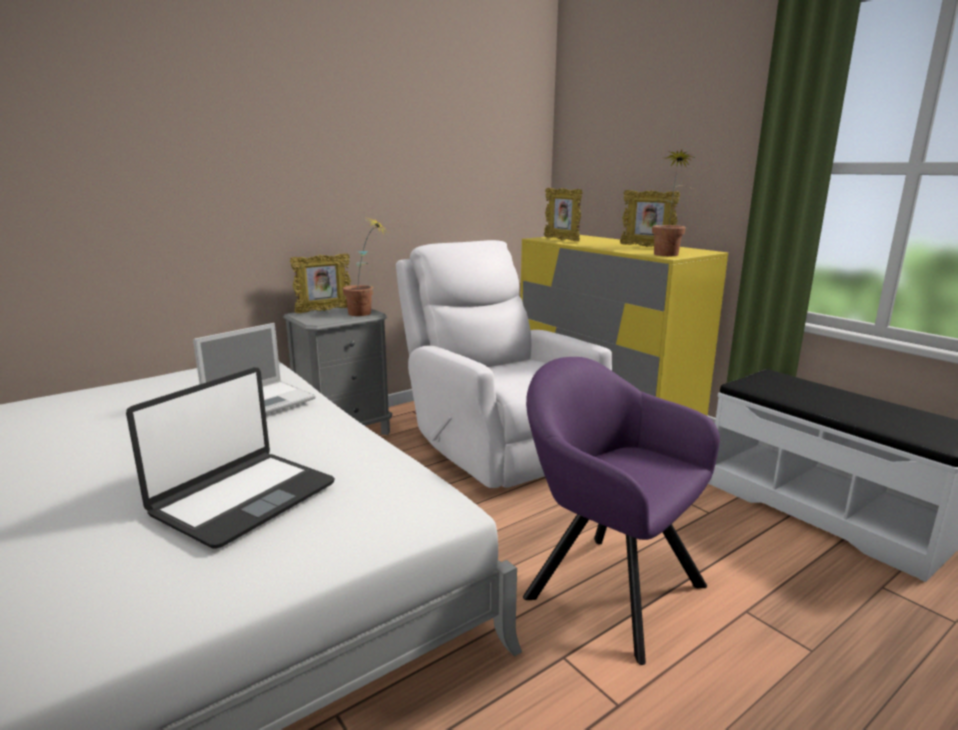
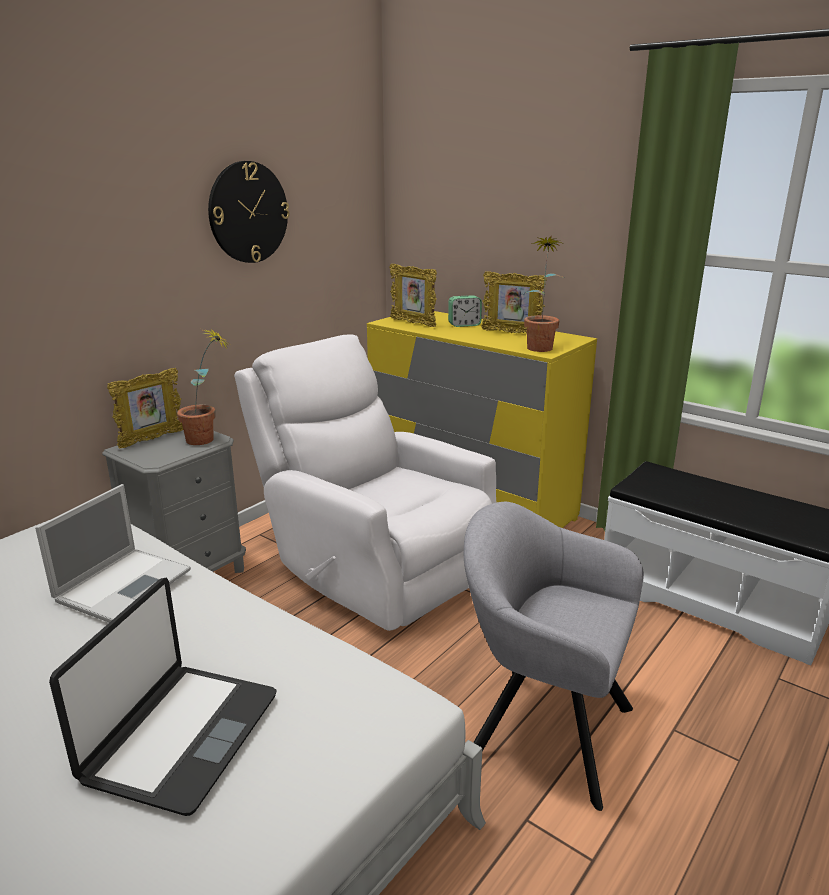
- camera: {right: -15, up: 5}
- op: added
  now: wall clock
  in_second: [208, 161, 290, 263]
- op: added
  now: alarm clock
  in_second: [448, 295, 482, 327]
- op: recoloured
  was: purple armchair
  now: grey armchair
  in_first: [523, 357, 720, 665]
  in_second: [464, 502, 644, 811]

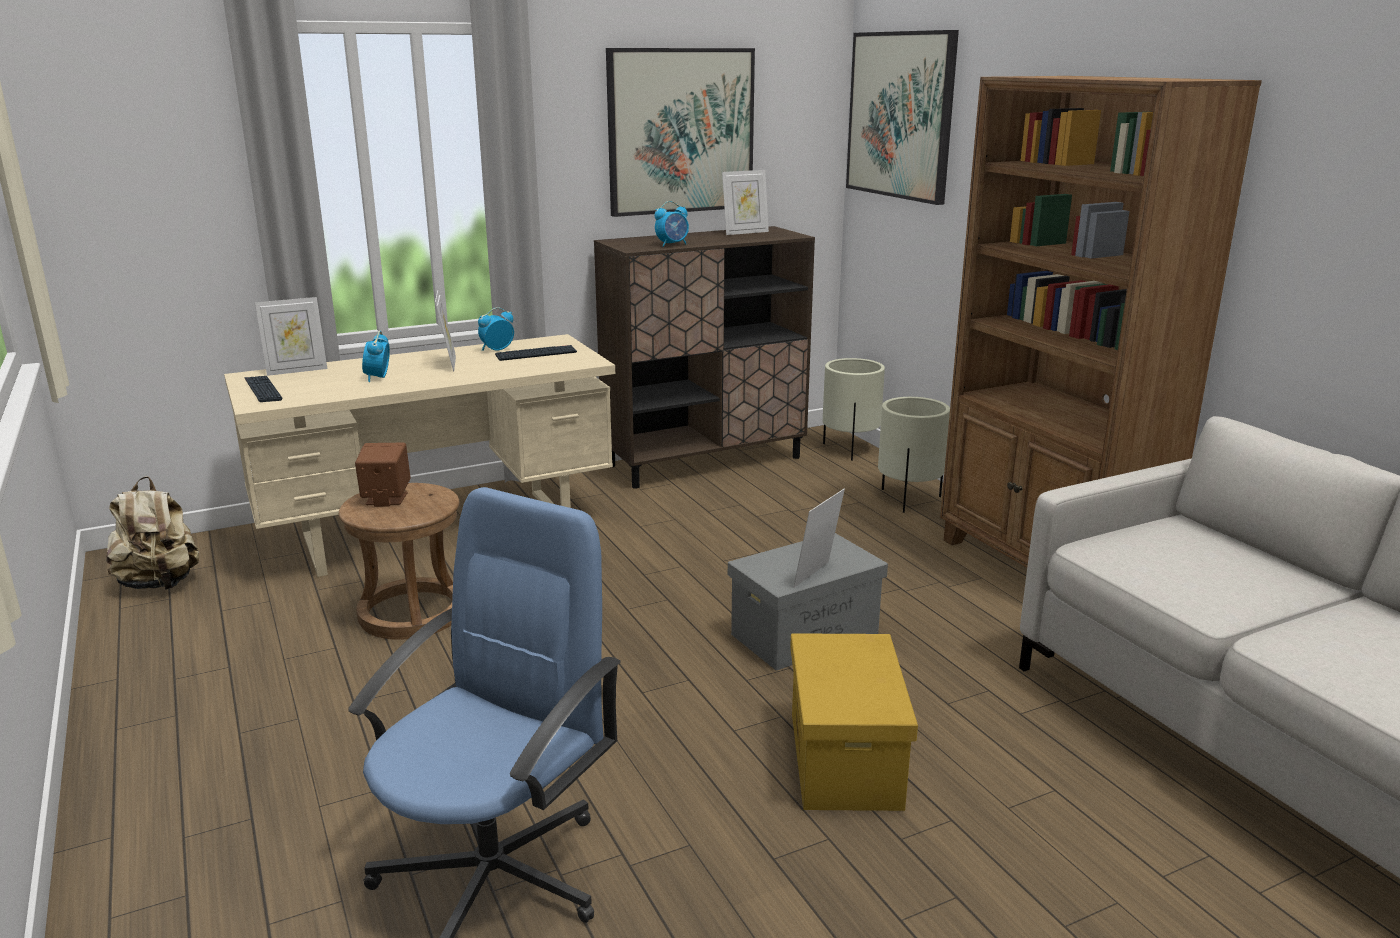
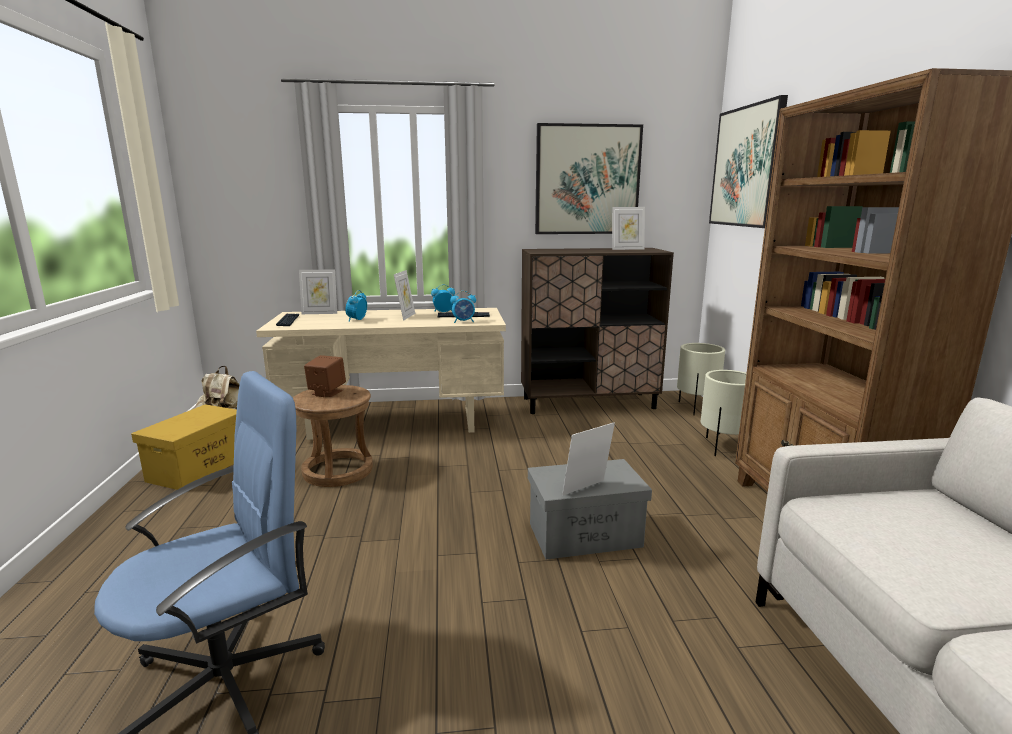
- camera: {right: 20, up: -5}
- op: moved
  was: alarm clock
  in_first: [655, 201, 689, 247]
  in_second: [450, 291, 476, 323]
- op: moved
  was: yellow storage box
  in_first: [790, 633, 918, 811]
  in_second: [131, 404, 237, 490]

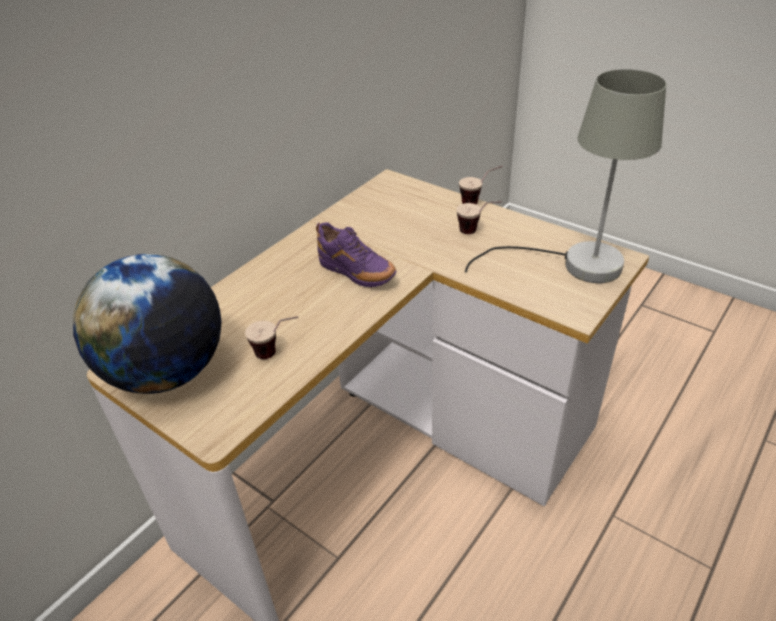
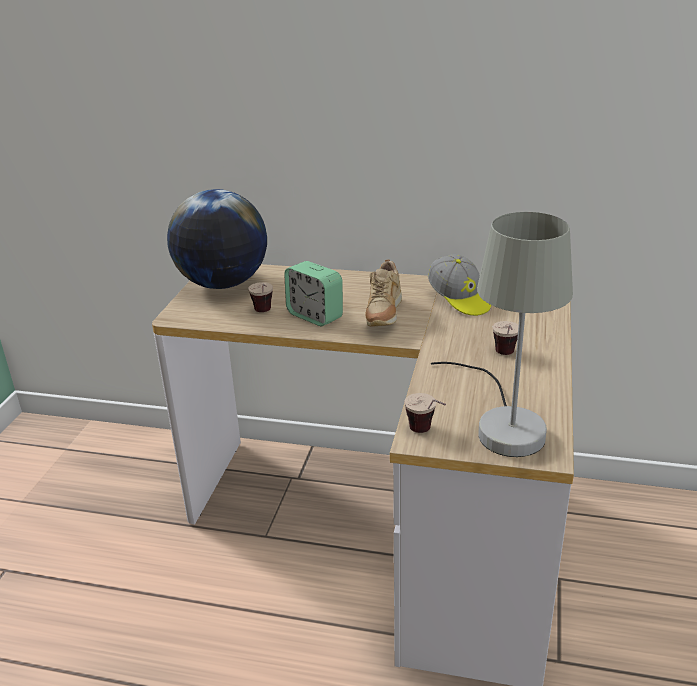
- camera: {right: 65, up: -10}
- op: added
  now: alarm clock
  in_second: [284, 261, 343, 326]
- op: added
  now: cap
  in_second: [428, 254, 491, 316]
- op: moved
  was: cup
  in_first: [459, 165, 503, 205]
  in_second: [404, 393, 446, 433]
- op: recoloured
  was: purple shoe
  now: beige shoe
  in_first: [316, 222, 396, 287]
  in_second: [365, 259, 402, 327]

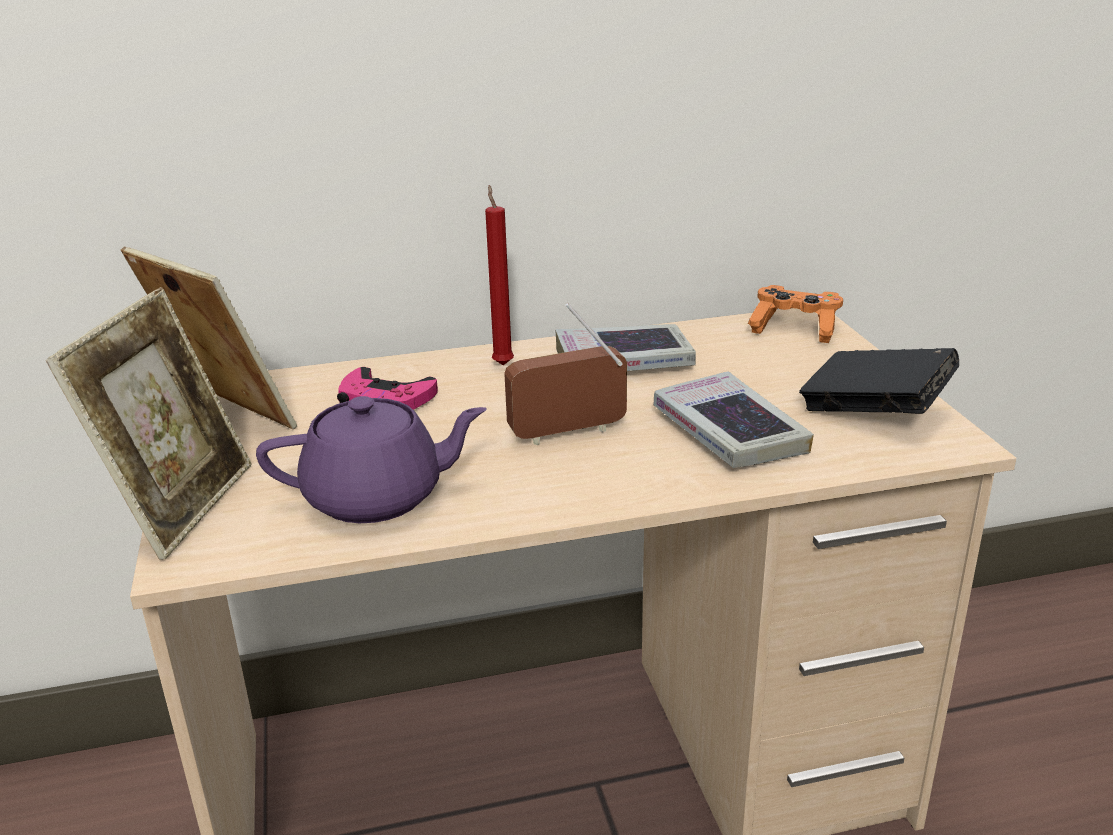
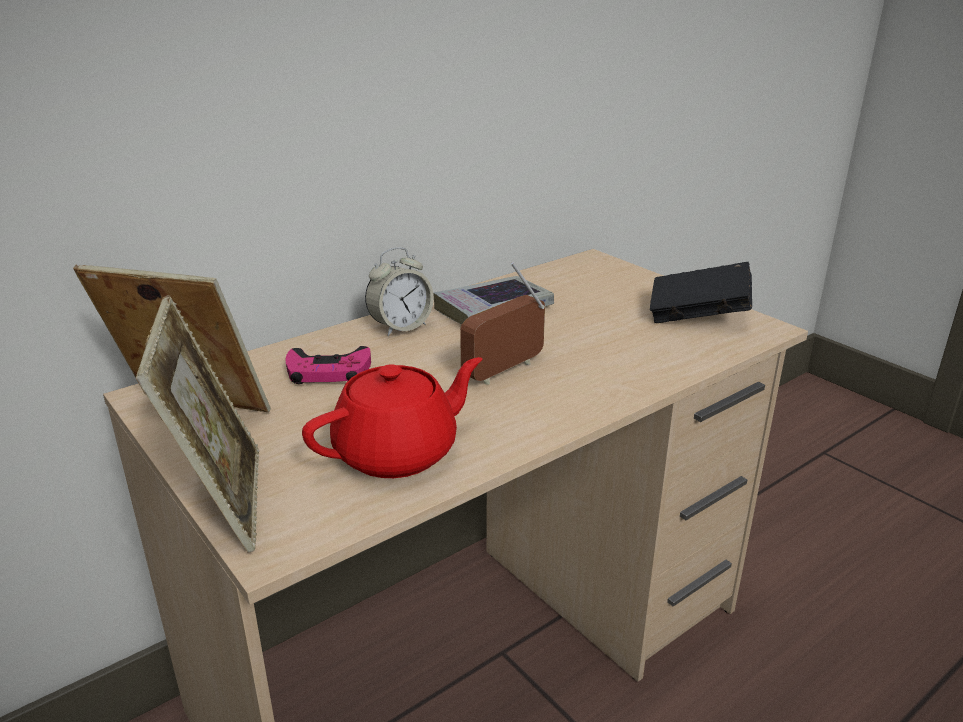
- camera: {right: -25, up: 0}
- op: removed
  was: book
  in_first: [653, 371, 814, 468]
- op: removed
  was: orange game controller
  in_first: [748, 285, 843, 343]
- op: replaced
  was: red candle
  now: alarm clock
  in_first: [485, 185, 514, 365]
  in_second: [365, 247, 434, 336]
- op: recoloured
  was: purple teapot
  now: red teapot
  in_first: [256, 396, 487, 523]
  in_second: [302, 357, 483, 478]

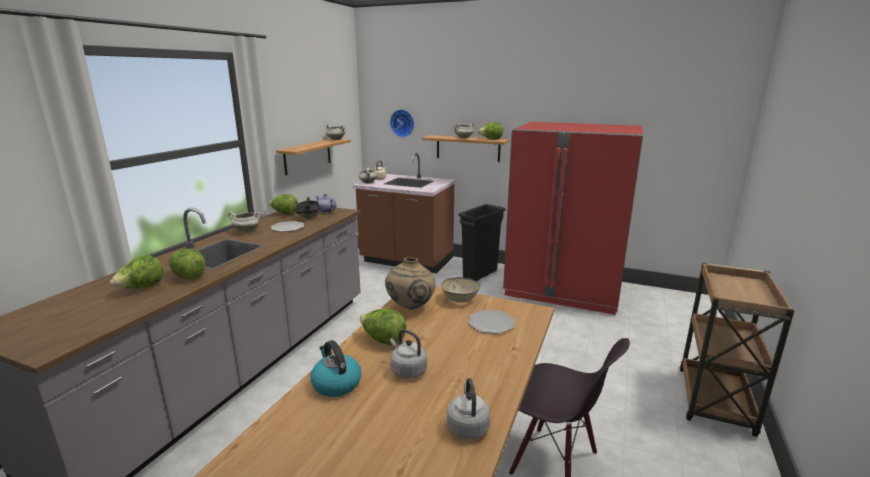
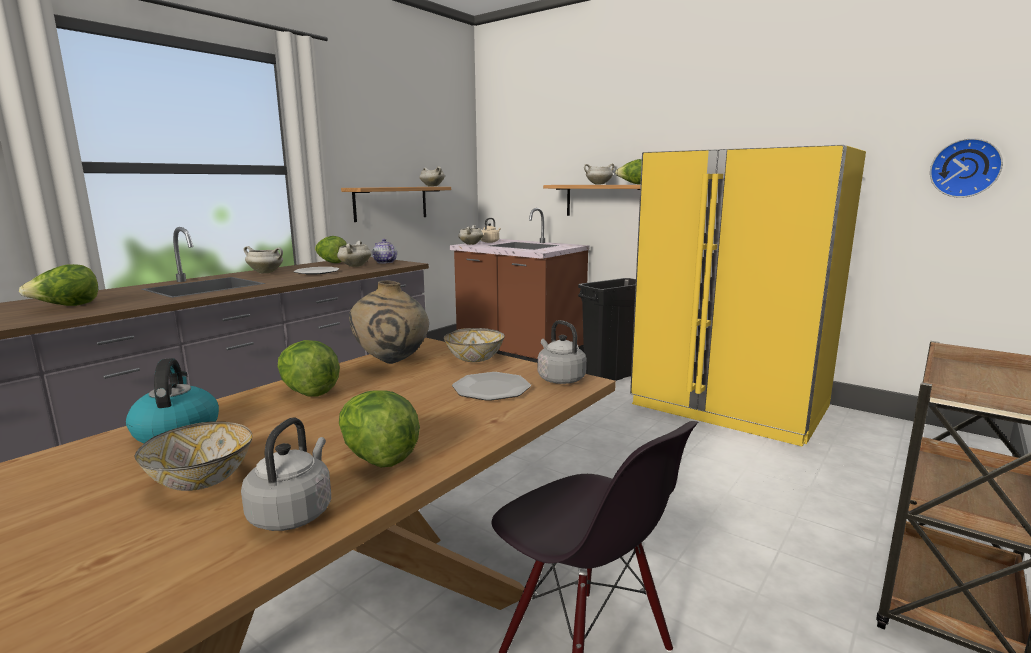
- camera: {right: 15, up: -5}
- op: added
  now: bowl
  in_second: [134, 421, 252, 491]
- op: moved
  was: lettuce
  in_first: [169, 249, 206, 279]
  in_second: [339, 391, 420, 467]
- op: moved
  was: wall clock
  in_first: [390, 109, 414, 137]
  in_second: [930, 138, 1003, 198]
- op: moved
  was: grey kettle
  in_first: [390, 329, 427, 379]
  in_second: [537, 320, 586, 384]
- op: recoloured
  was: black cooking pot
  now: white cooking pot
  in_first: [295, 197, 321, 219]
  in_second: [337, 241, 371, 267]
- op: recoloured
  was: red fridge
  now: yellow fridge
  in_first: [503, 122, 643, 315]
  in_second: [630, 145, 866, 447]

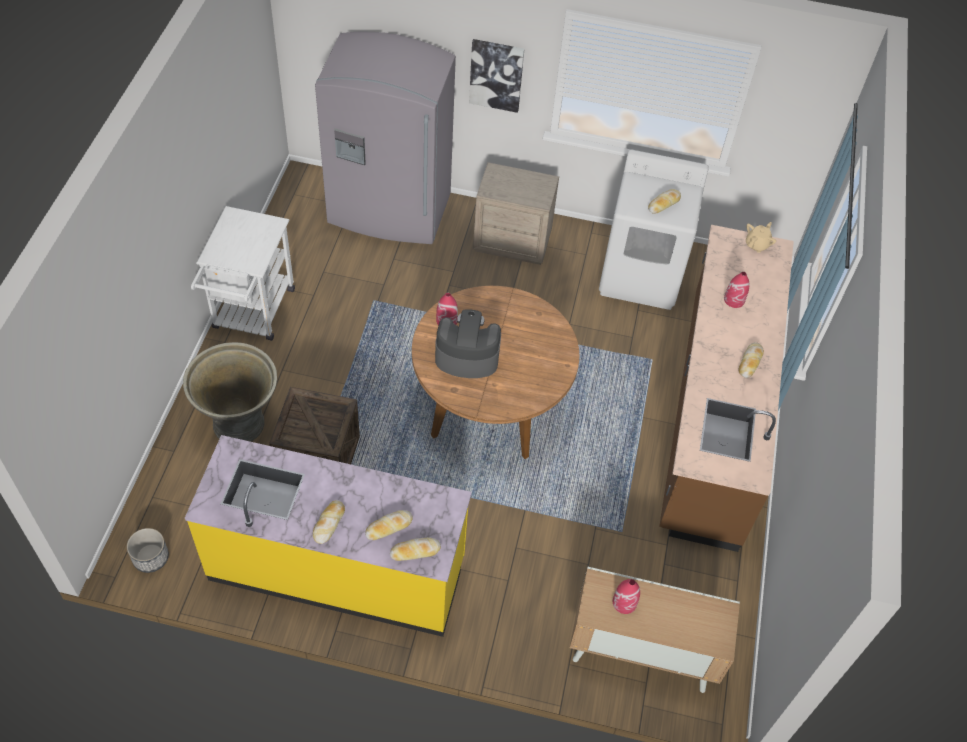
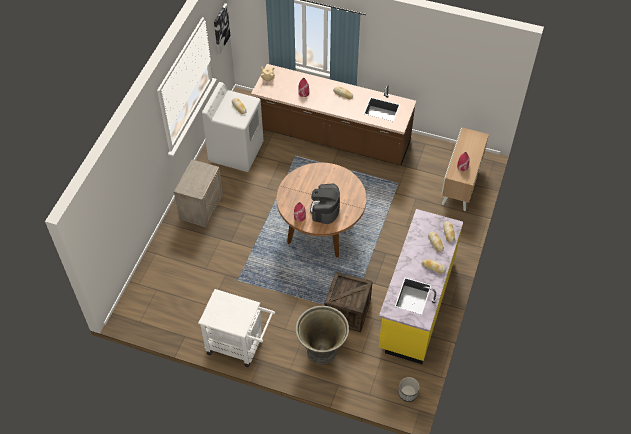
- camera: {right: -80, up: 0}
- op: removed
  was: grey fridge
  in_first: [315, 32, 456, 244]
- op: moved
  was: picture
  in_first: [469, 39, 524, 113]
  in_second: [214, 3, 230, 54]

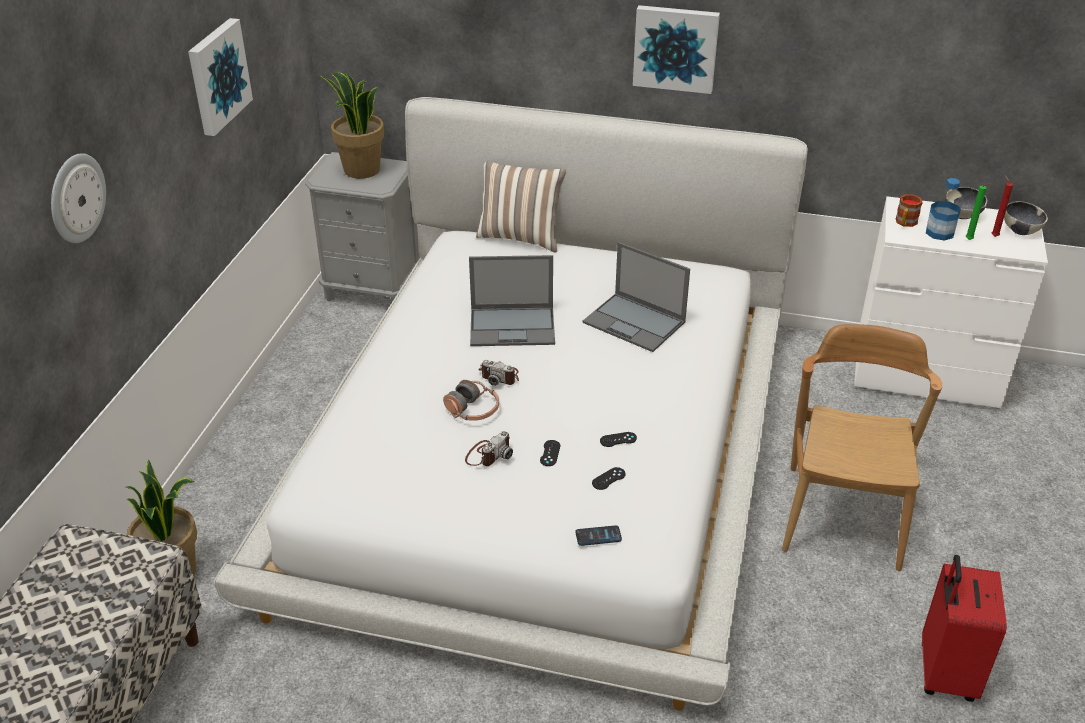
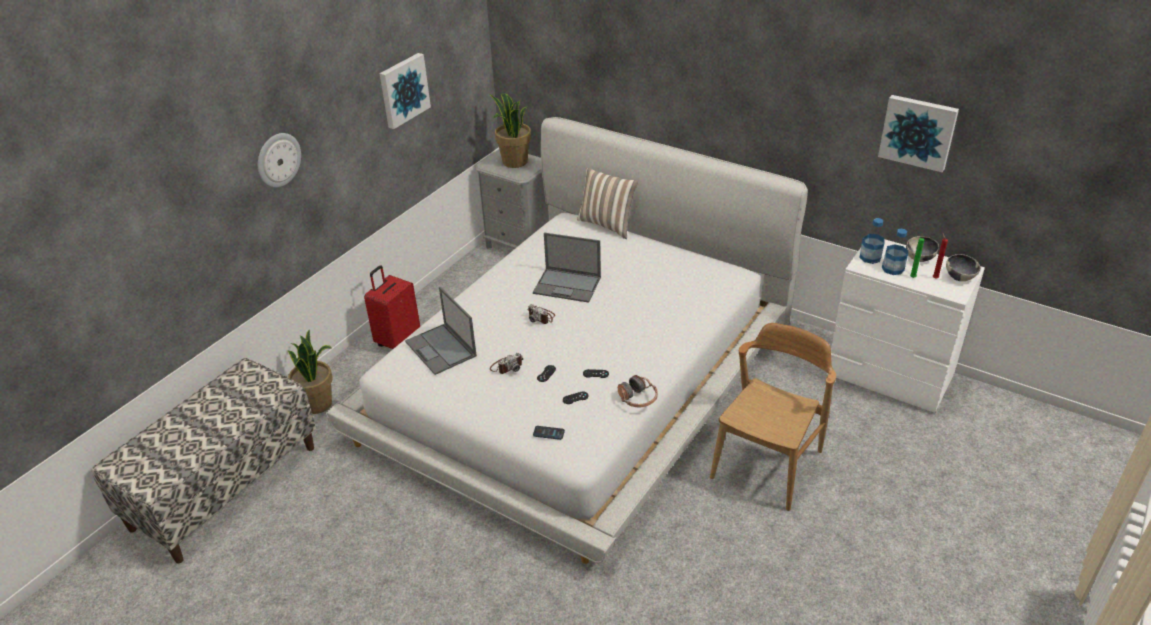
- camera: {right: 20, up: 0}
- op: moved
  was: headphones
  in_first: [443, 380, 499, 421]
  in_second: [618, 375, 658, 407]
- op: moved
  was: laptop
  in_first: [583, 242, 690, 352]
  in_second: [405, 287, 477, 375]
- op: moved
  was: picture
  in_first: [633, 5, 720, 94]
  in_second: [878, 95, 959, 172]
- op: moved
  was: red suitcase
  in_first: [922, 555, 1007, 702]
  in_second: [364, 265, 420, 349]
- op: replaced
  was: mug
  now: bottle
  in_first: [895, 194, 923, 227]
  in_second: [859, 218, 885, 264]

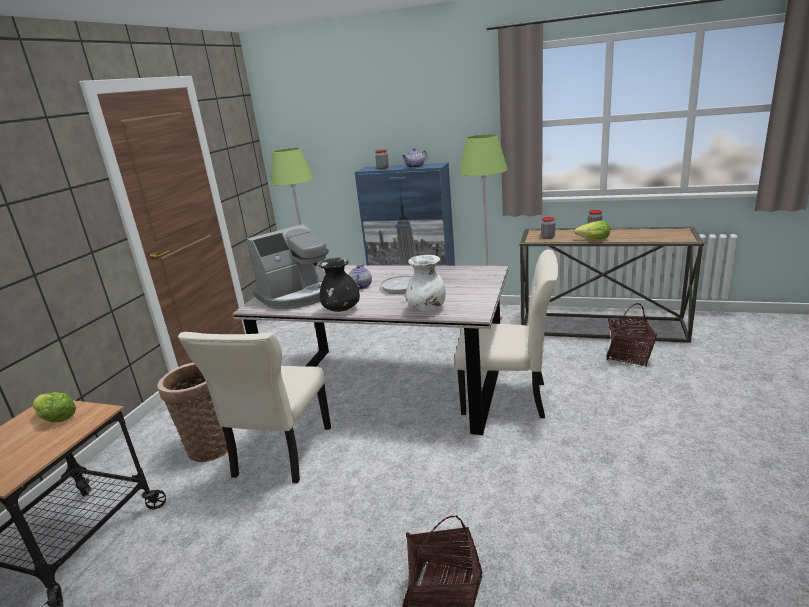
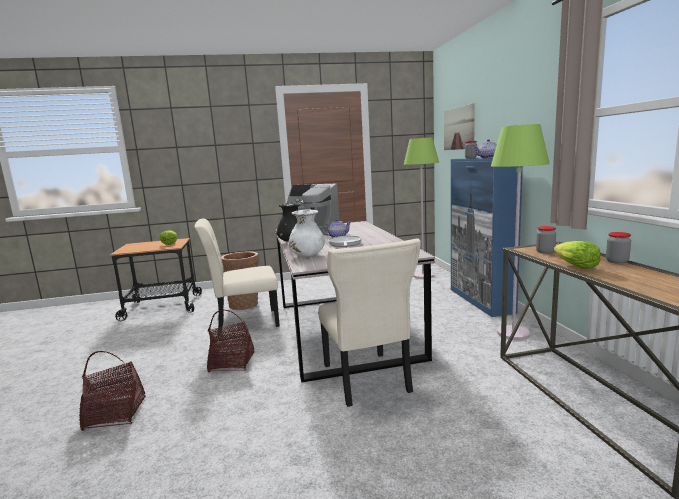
- camera: {right: 60, up: -10}
- op: added
  now: picture
  in_second: [444, 103, 475, 150]
- op: moved
  was: basket
  in_first: [606, 303, 657, 367]
  in_second: [207, 310, 254, 372]

